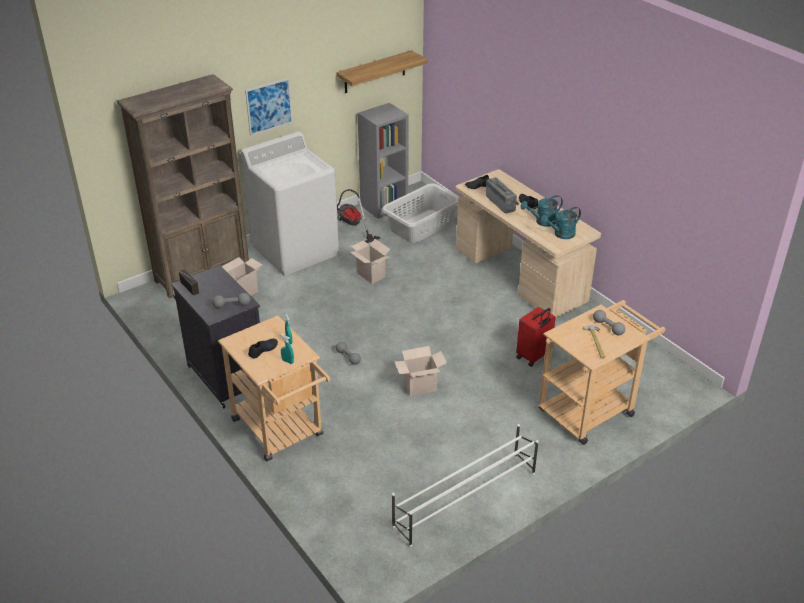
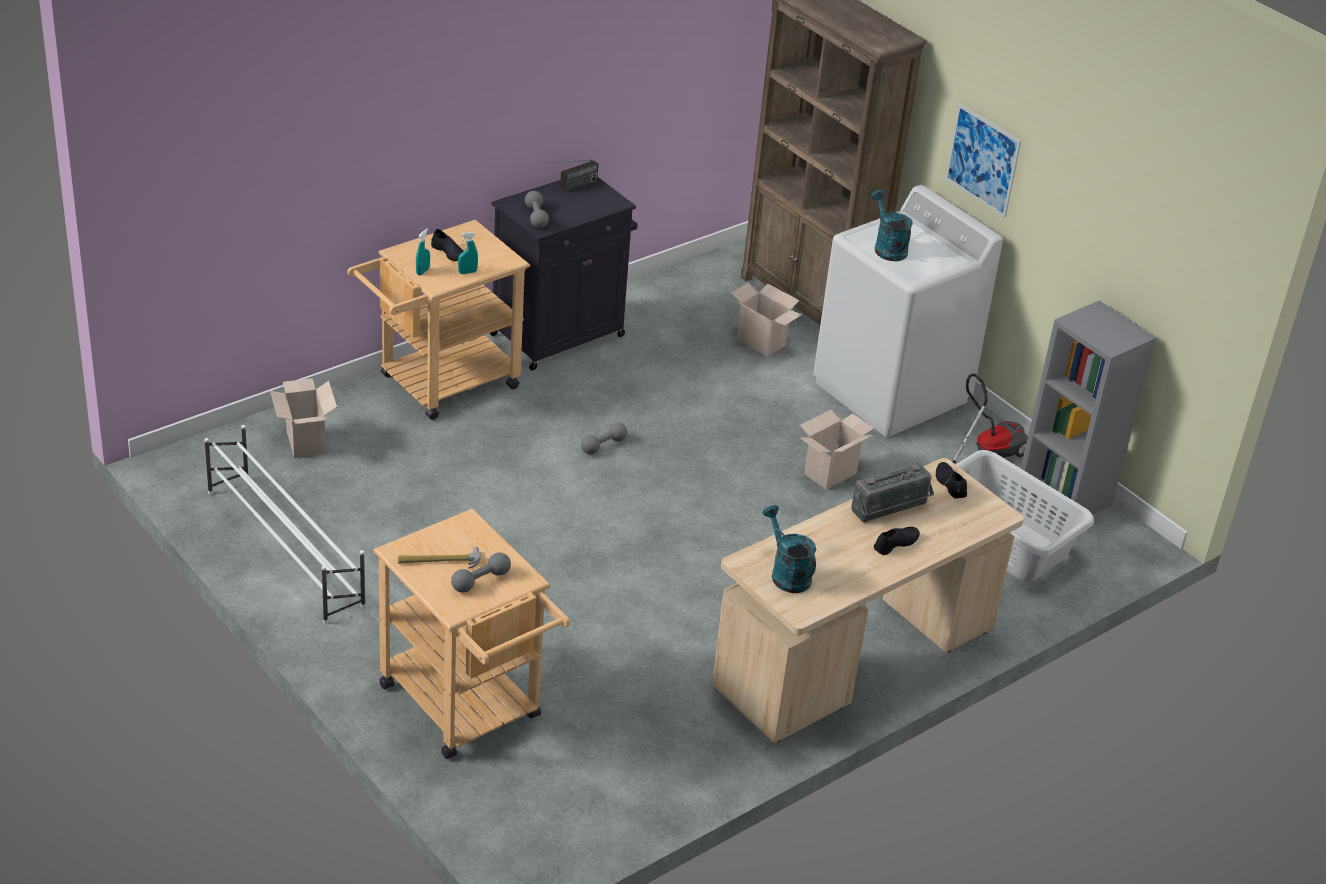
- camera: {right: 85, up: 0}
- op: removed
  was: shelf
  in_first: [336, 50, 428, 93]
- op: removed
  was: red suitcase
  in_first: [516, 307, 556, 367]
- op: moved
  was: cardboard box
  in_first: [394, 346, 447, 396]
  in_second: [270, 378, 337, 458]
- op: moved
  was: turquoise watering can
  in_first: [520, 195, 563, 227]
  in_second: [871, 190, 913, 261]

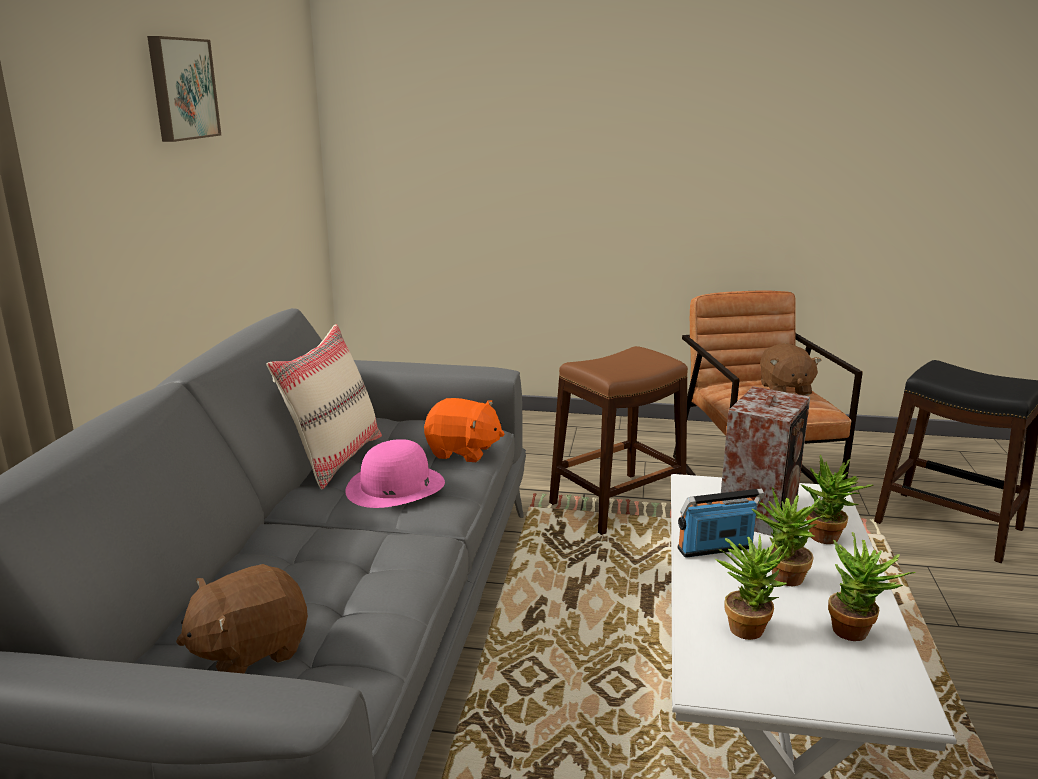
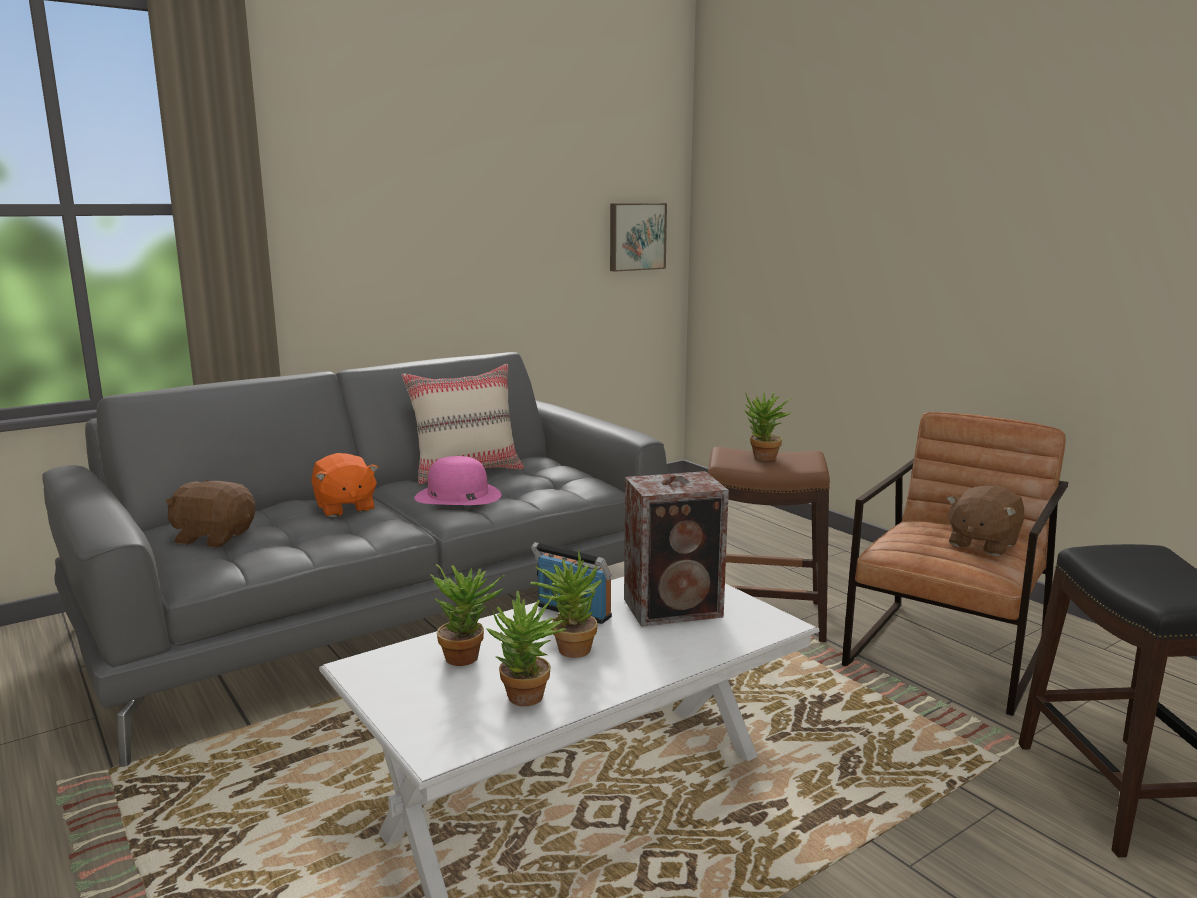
- camera: {right: 45, up: -5}
- op: moved
  was: picture
  in_first: [147, 36, 221, 142]
  in_second: [610, 203, 667, 272]
- op: moved
  was: orange plush toy
  in_first: [424, 398, 505, 462]
  in_second: [311, 453, 379, 517]
- op: moved
  was: potted plant
  in_first: [801, 455, 873, 544]
  in_second: [744, 391, 792, 461]

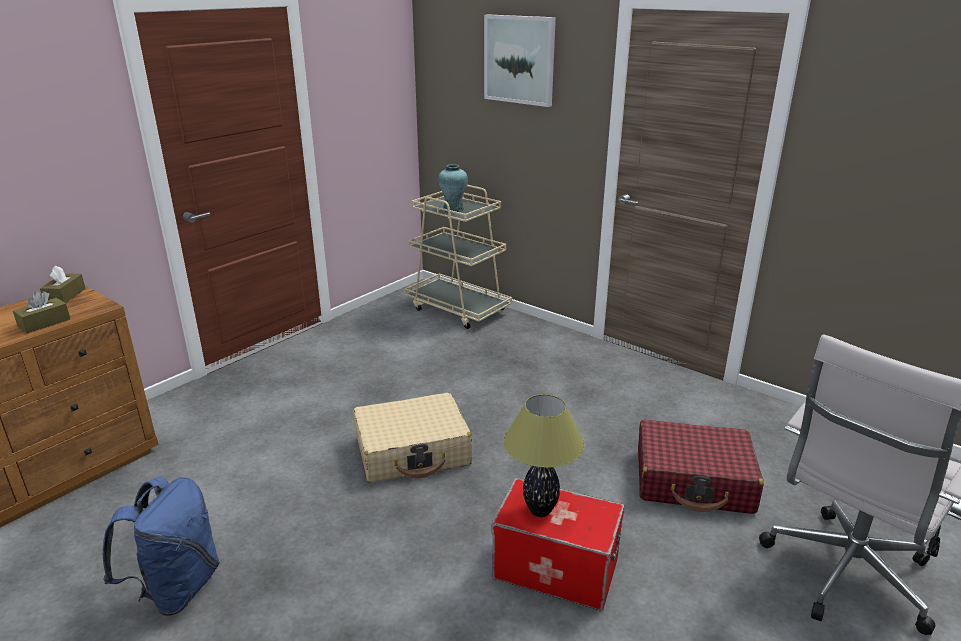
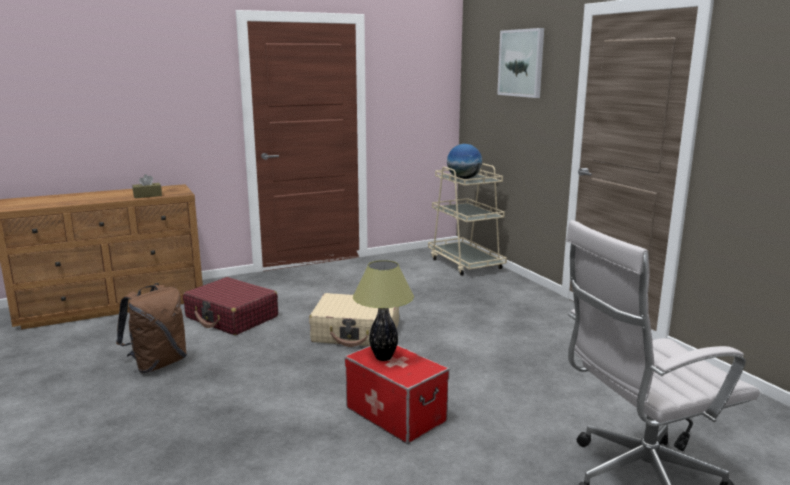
- camera: {right: 25, up: -10}
- op: removed
  was: brown tissue box
  in_first: [40, 265, 86, 303]
- op: moved
  was: red suitcase
  in_first: [638, 419, 764, 514]
  in_second: [183, 277, 278, 335]
- op: replaced
  was: turquoise vase
  now: globe
  in_first: [438, 164, 468, 213]
  in_second: [447, 144, 482, 179]
- op: recoloured
  was: blue backpack
  now: brown backpack
  in_first: [103, 476, 220, 616]
  in_second: [116, 285, 187, 373]

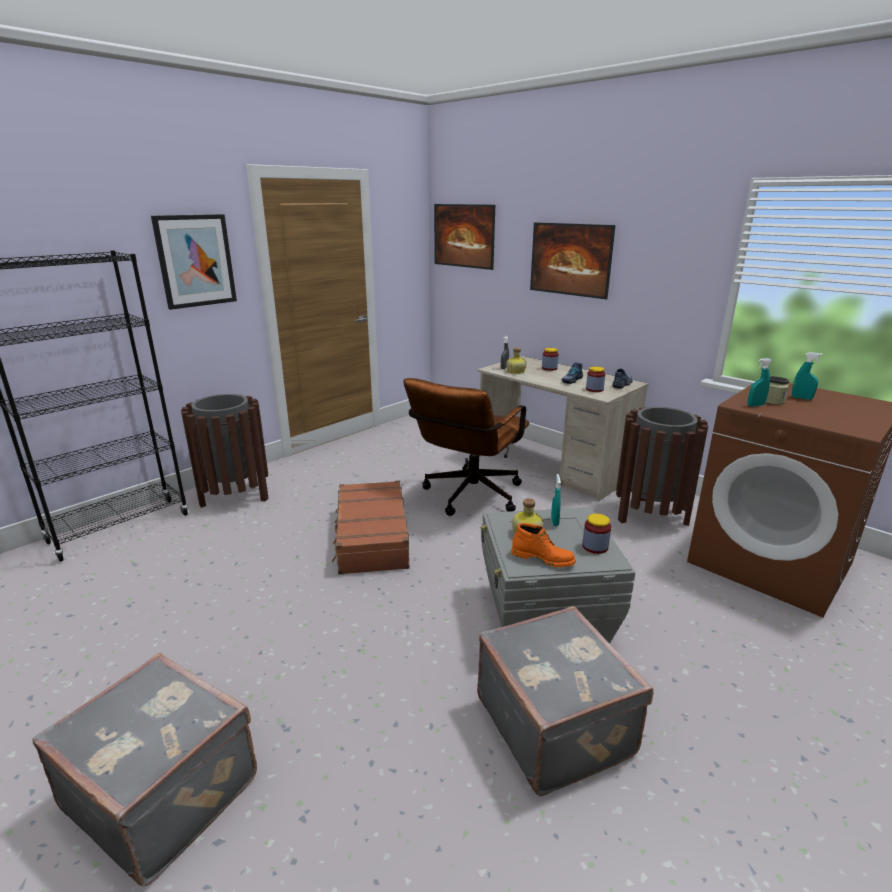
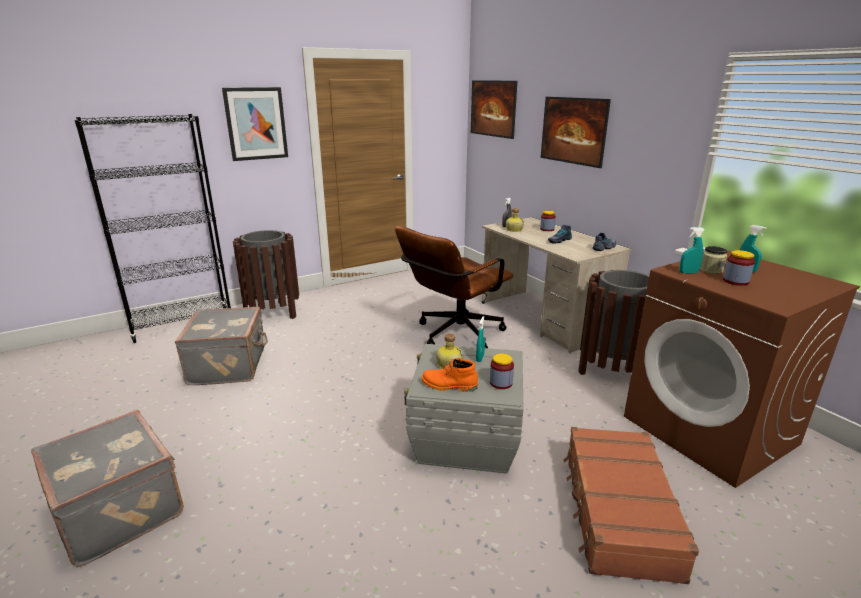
- camera: {right: 15, up: 0}
- op: moved
  was: brown suitcase
  in_first: [332, 481, 410, 575]
  in_second: [563, 427, 699, 584]
- op: moved
  was: grey suitcase
  in_first: [477, 606, 653, 797]
  in_second: [175, 307, 268, 385]
- op: moved
  was: jar
  in_first: [586, 366, 605, 392]
  in_second: [723, 250, 755, 286]
- op: turned
  was: orange boot
  in_first: [511, 523, 576, 567]
  in_second: [421, 358, 478, 392]
  clockwise: 150

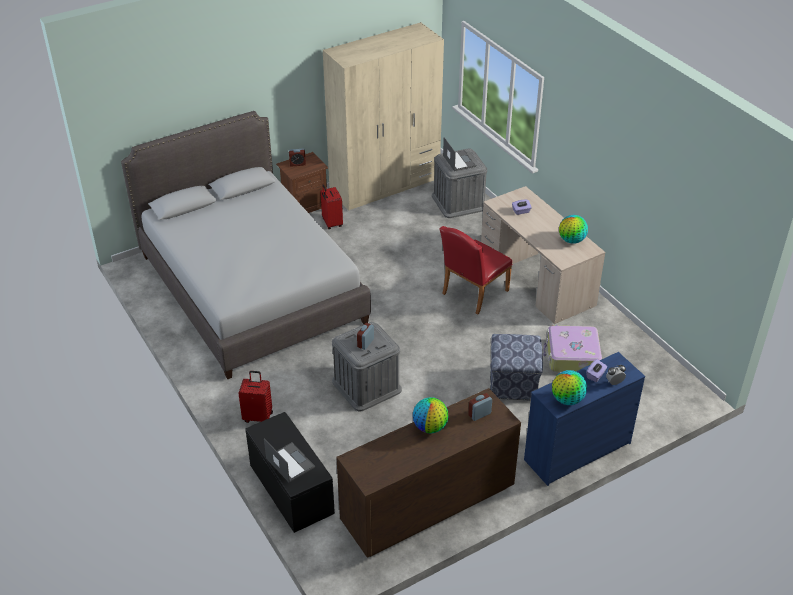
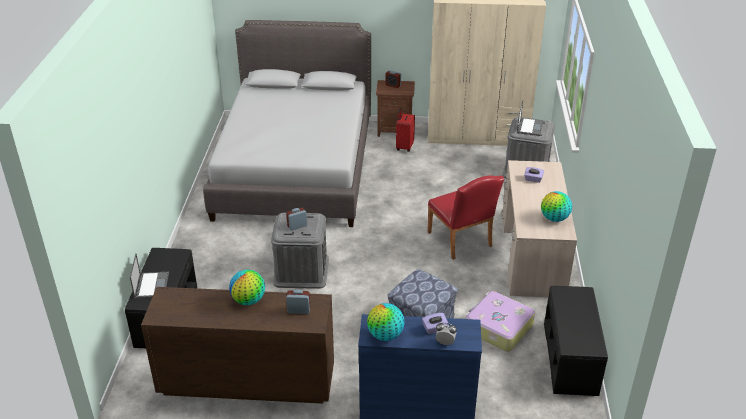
- camera: {right: 35, up: -5}
- op: removed
  was: red suitcase
  in_first: [238, 371, 273, 423]
- op: added
  now: black bench
  in_second: [544, 286, 608, 396]
- op: turned
  was: red chair
  in_first: [440, 226, 512, 315]
  in_second: [428, 175, 505, 260]
  clockwise: -105

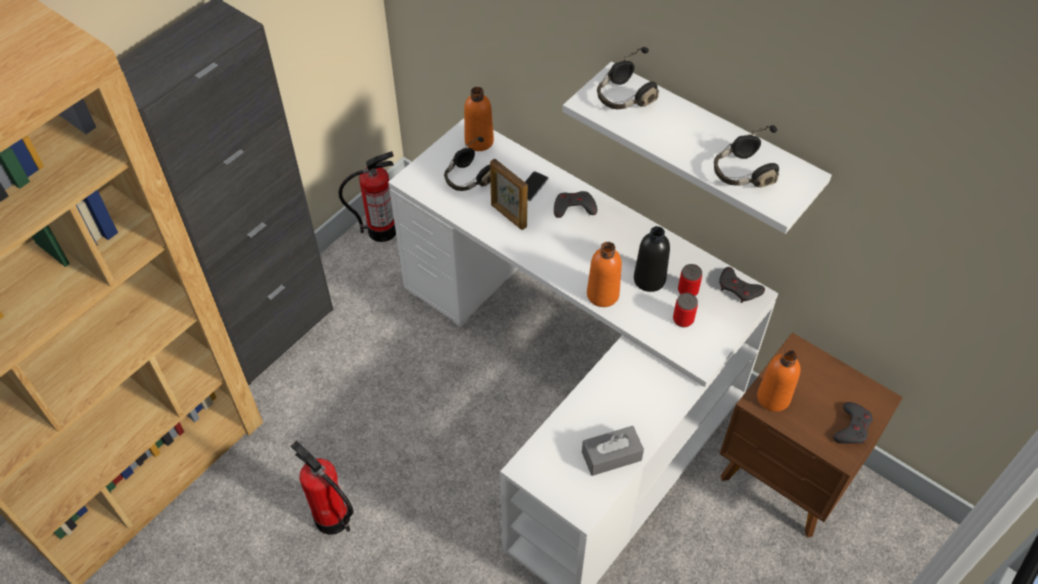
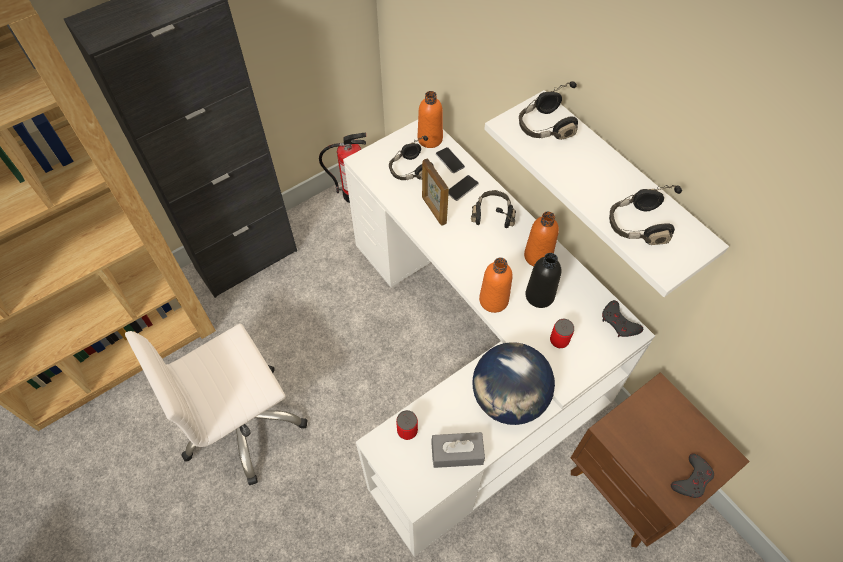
- camera: {right: 15, up: 5}
- op: added
  now: phone
  in_second: [436, 147, 465, 173]
- op: added
  now: globe
  in_second: [473, 342, 555, 425]
- op: moved
  was: can
  in_first: [678, 264, 702, 296]
  in_second: [396, 410, 418, 440]
- op: moved
  was: orange bottle
  in_first: [757, 349, 800, 412]
  in_second: [524, 211, 559, 266]
- op: replaced
  was: fire extinguisher
  now: white office chair
  in_first: [291, 441, 353, 535]
  in_second: [125, 324, 307, 485]
- op: replaced
  was: grey game controller
  now: black headphones
  in_first: [554, 191, 597, 218]
  in_second: [471, 190, 516, 228]

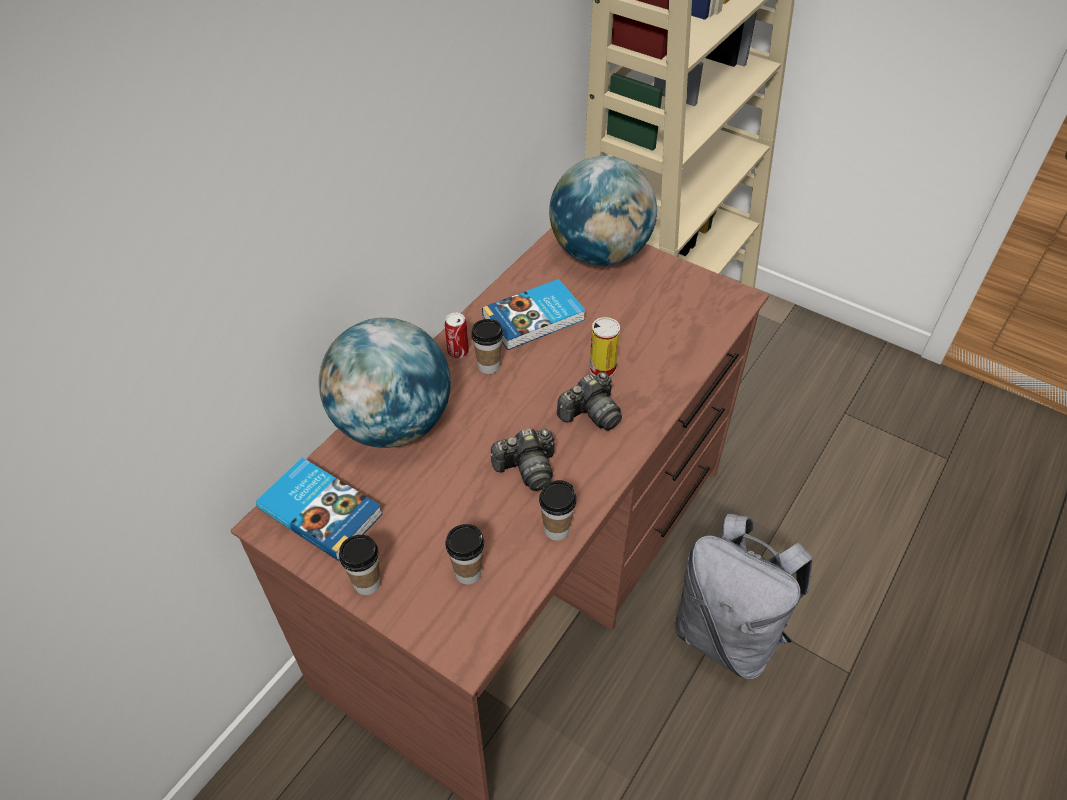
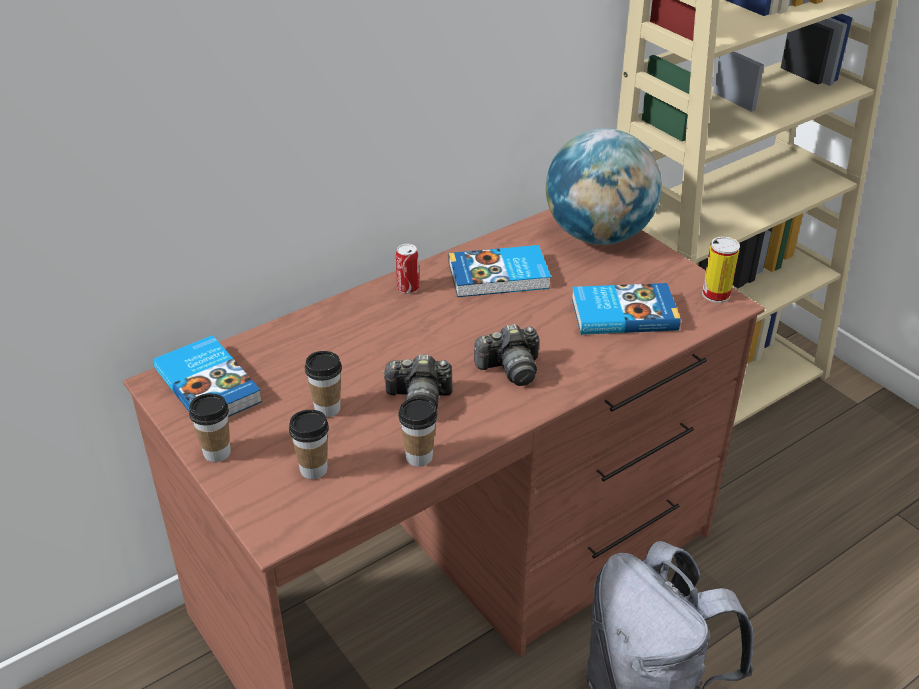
- camera: {right: 20, up: -10}
- op: removed
  was: globe
  in_first: [319, 318, 451, 448]
- op: added
  now: book
  in_second: [572, 283, 681, 335]
- op: moved
  was: cup
  in_first: [471, 319, 503, 374]
  in_second: [305, 351, 342, 417]
- op: moved
  was: can
  in_first: [589, 317, 620, 377]
  in_second: [702, 237, 740, 303]

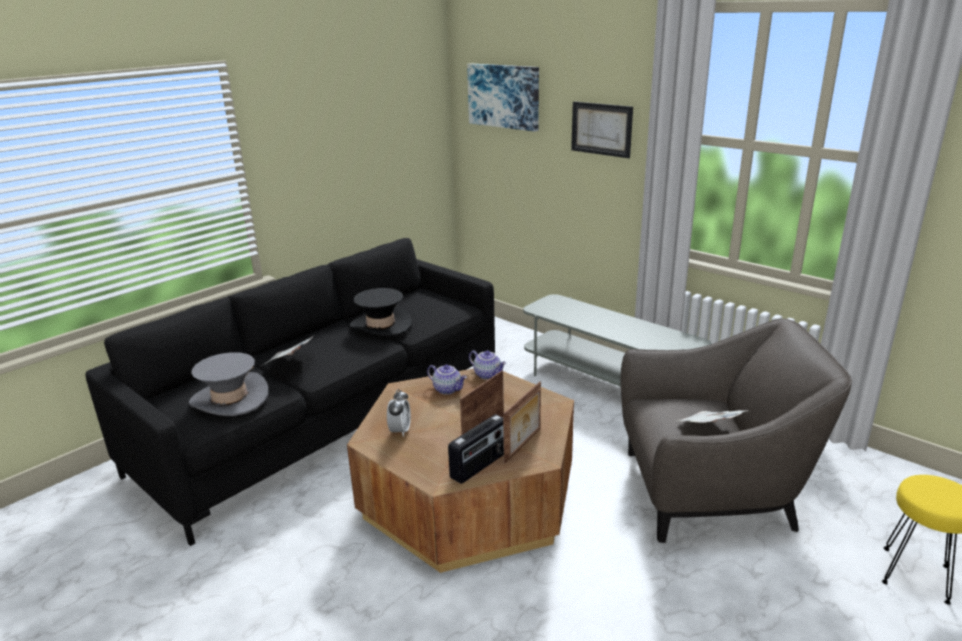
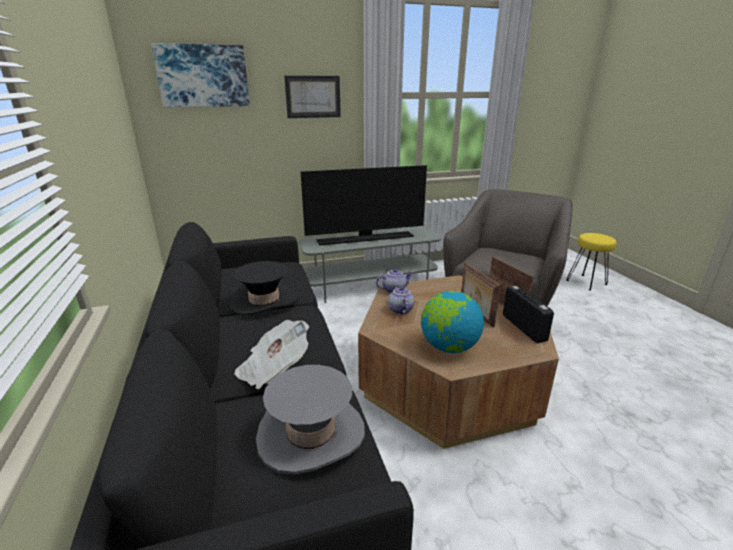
- camera: {right: -60, up: 0}
- op: removed
  was: newspaper
  in_first: [680, 410, 745, 423]
- op: added
  now: television
  in_second: [301, 165, 427, 246]
- op: replaced
  was: alarm clock
  now: globe
  in_first: [387, 389, 411, 437]
  in_second: [421, 291, 484, 353]
- op: turned
  was: teapot
  in_first: [427, 364, 467, 395]
  in_second: [388, 284, 414, 314]
  clockwise: -75

